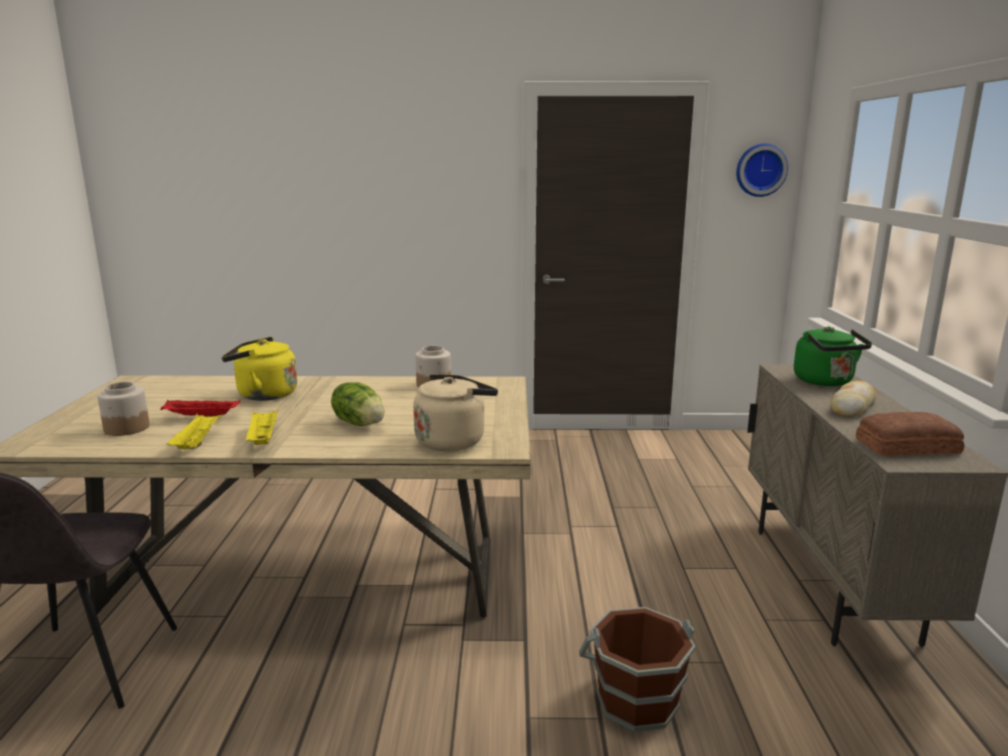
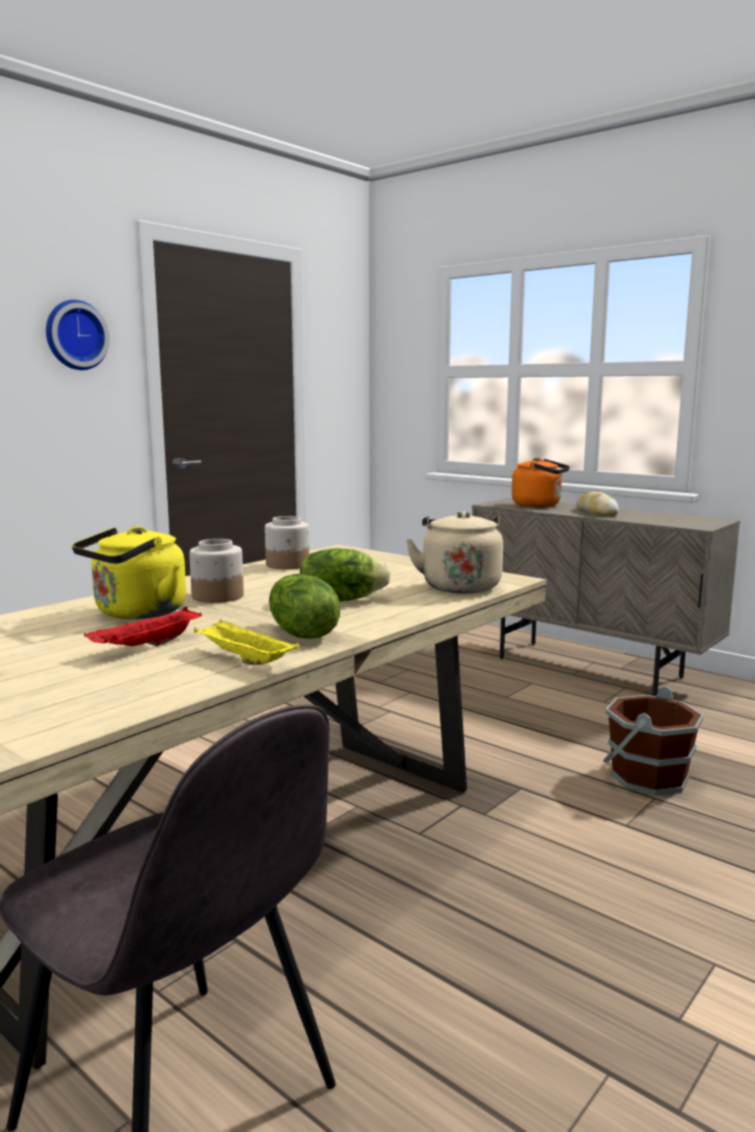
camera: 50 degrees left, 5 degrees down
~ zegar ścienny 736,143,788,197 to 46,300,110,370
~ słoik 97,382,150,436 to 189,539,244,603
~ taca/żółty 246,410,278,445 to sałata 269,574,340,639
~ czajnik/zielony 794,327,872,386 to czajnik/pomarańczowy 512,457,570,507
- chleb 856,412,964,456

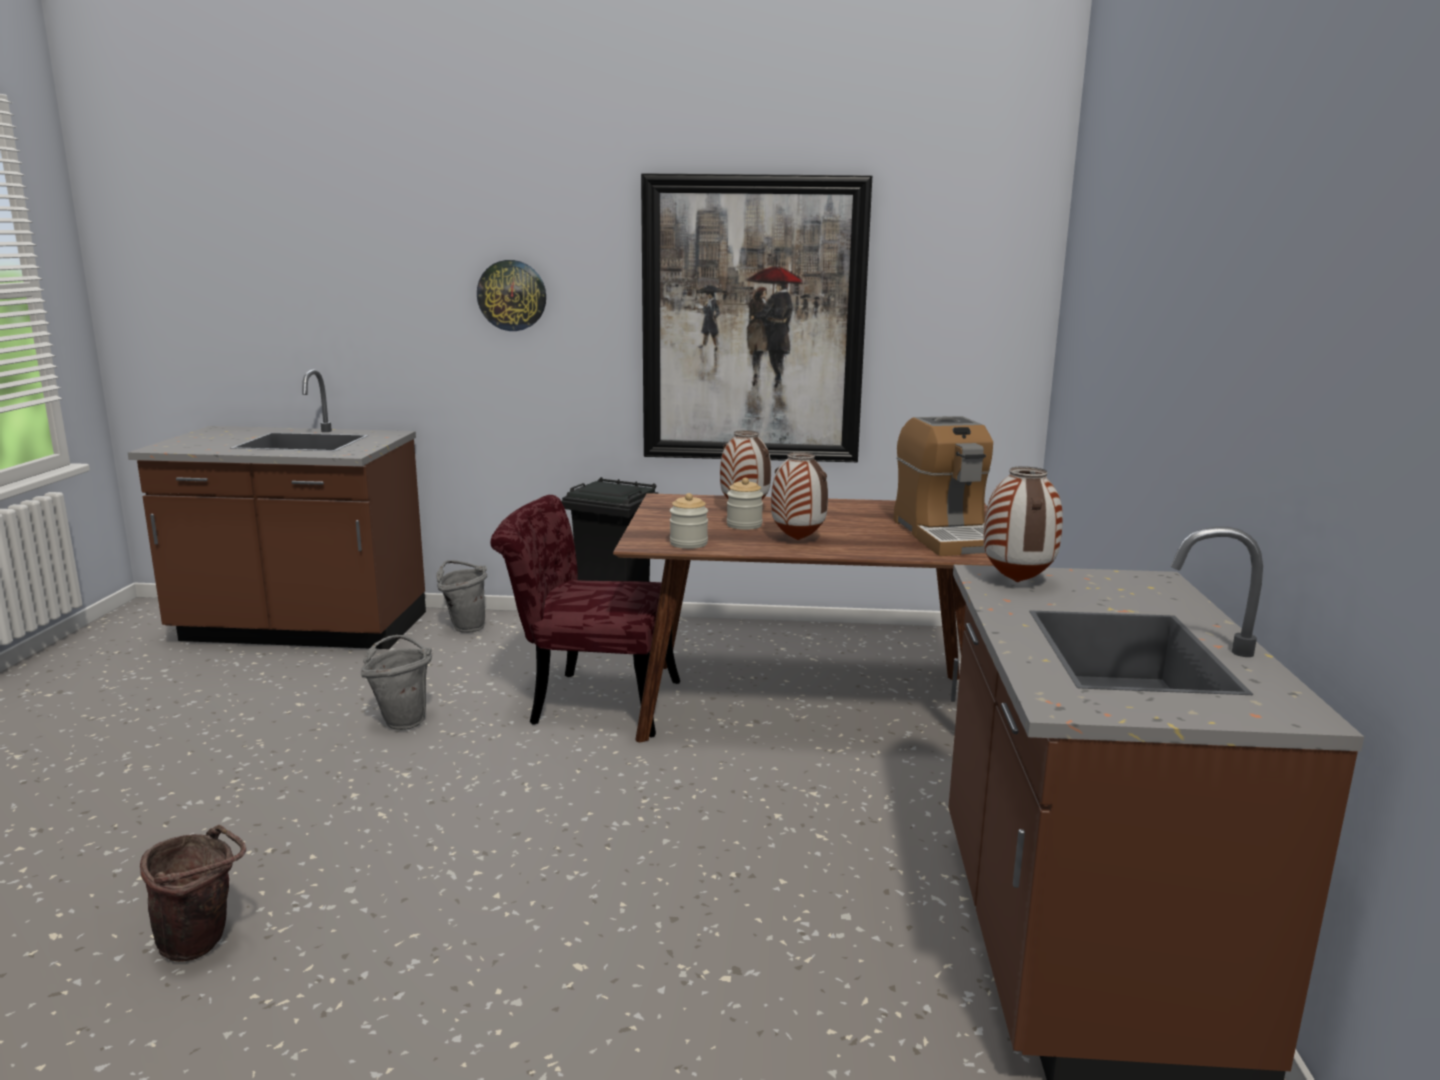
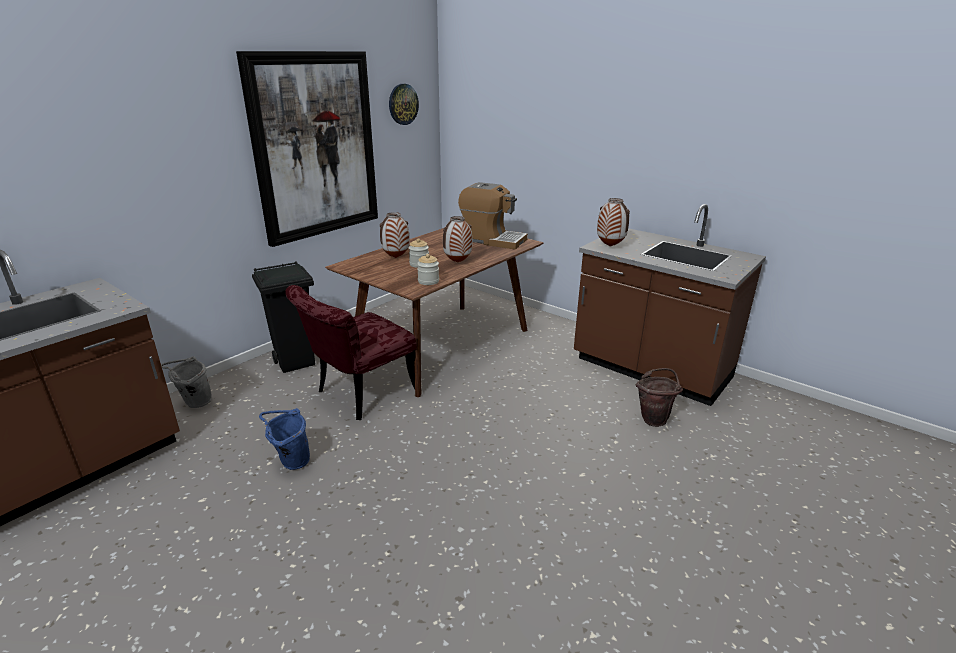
camera: 55 degrees left, 10 degrees up
~ wiadro/szary 361,635,432,730 to wiadro/niebieski 259,408,310,470
~ zegar ścienny 477,260,546,331 to 389,84,419,125
~ wiadro/brązowy 140,825,246,962 to 635,368,683,427

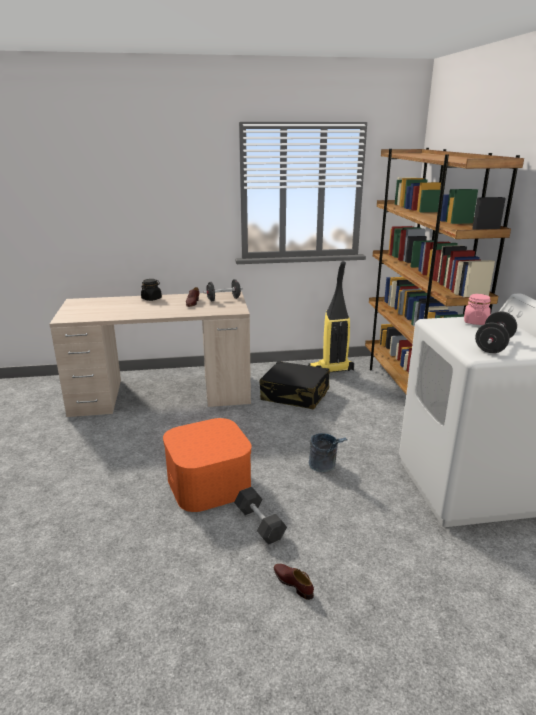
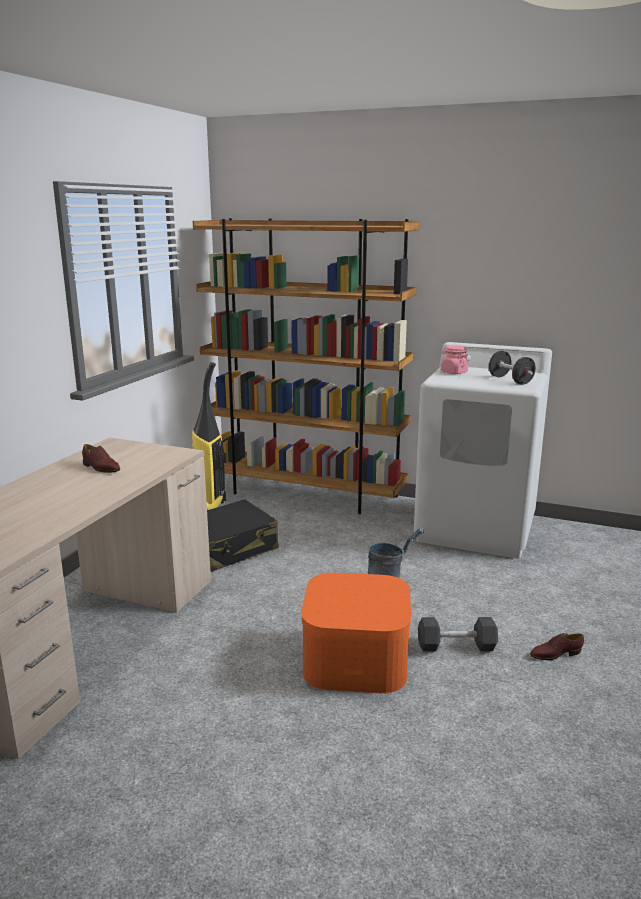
camera: 60 degrees left, 5 degrees down
- słoik/czarny 141,279,162,301
- hantel/czarny 203,279,243,301

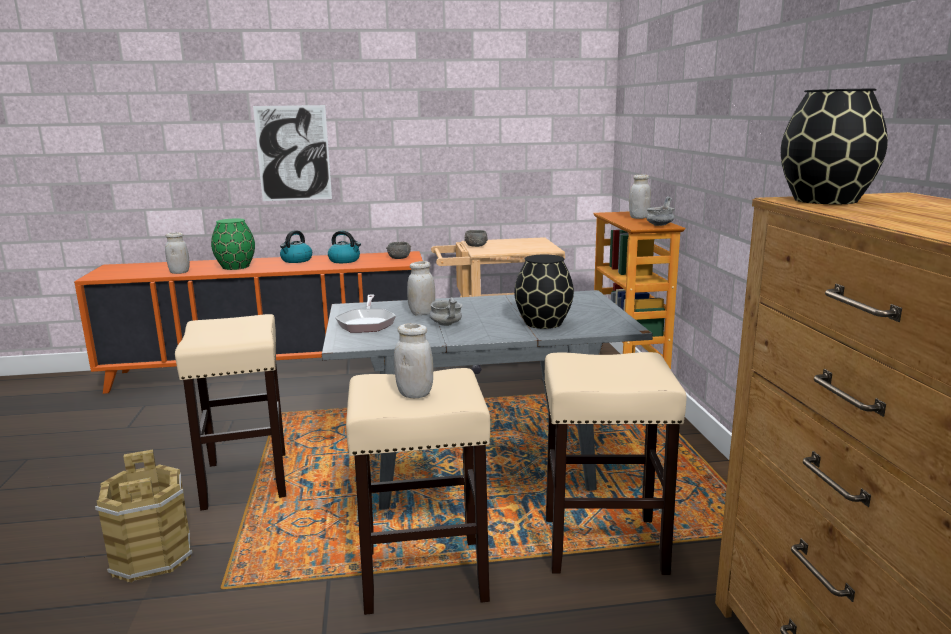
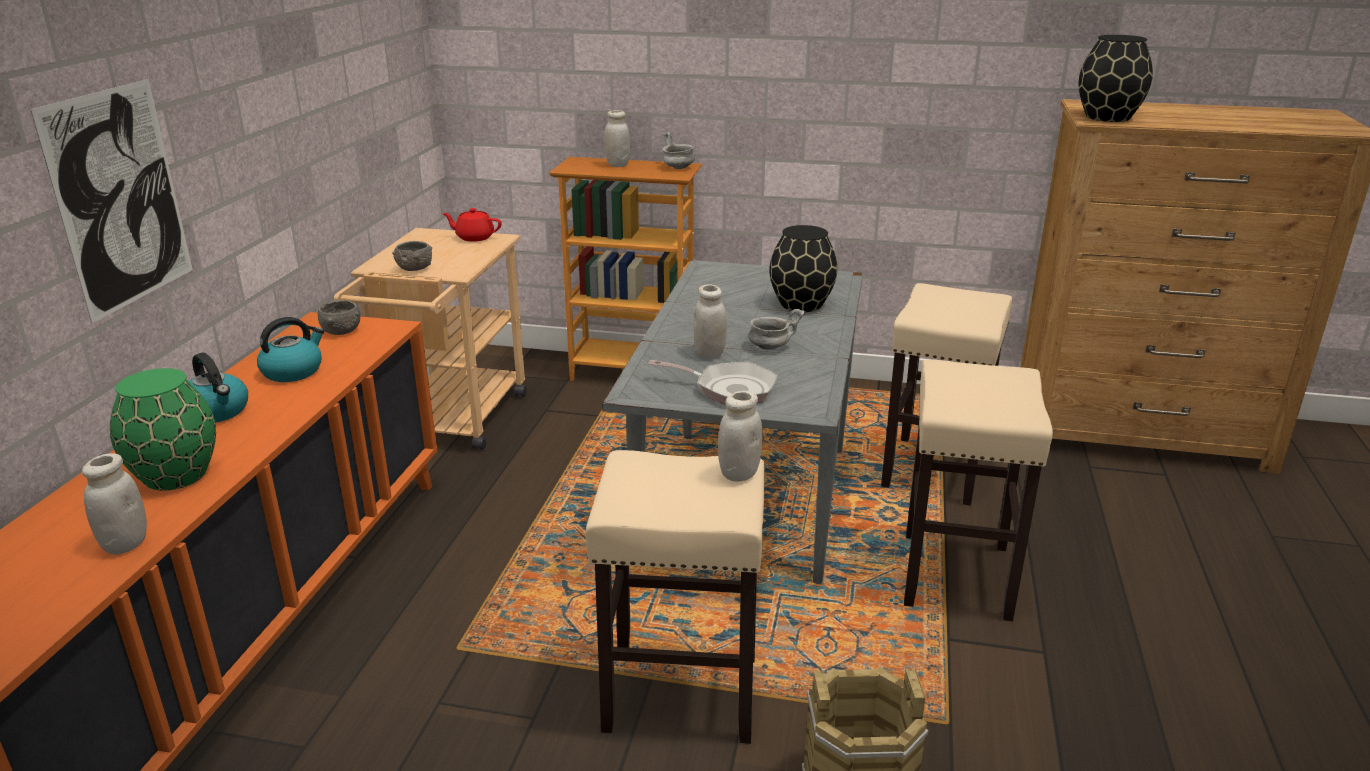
camera: 70 degrees left, 10 degrees up
+ imbryk/czerwony 442,208,502,242
~ słoik/biały 394,323,433,398 to 718,391,762,482

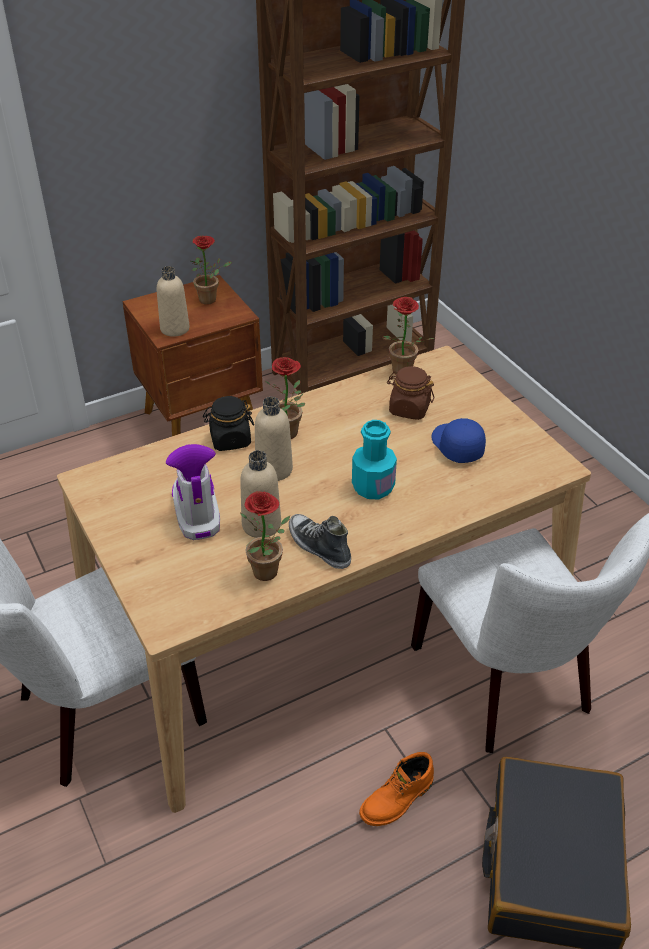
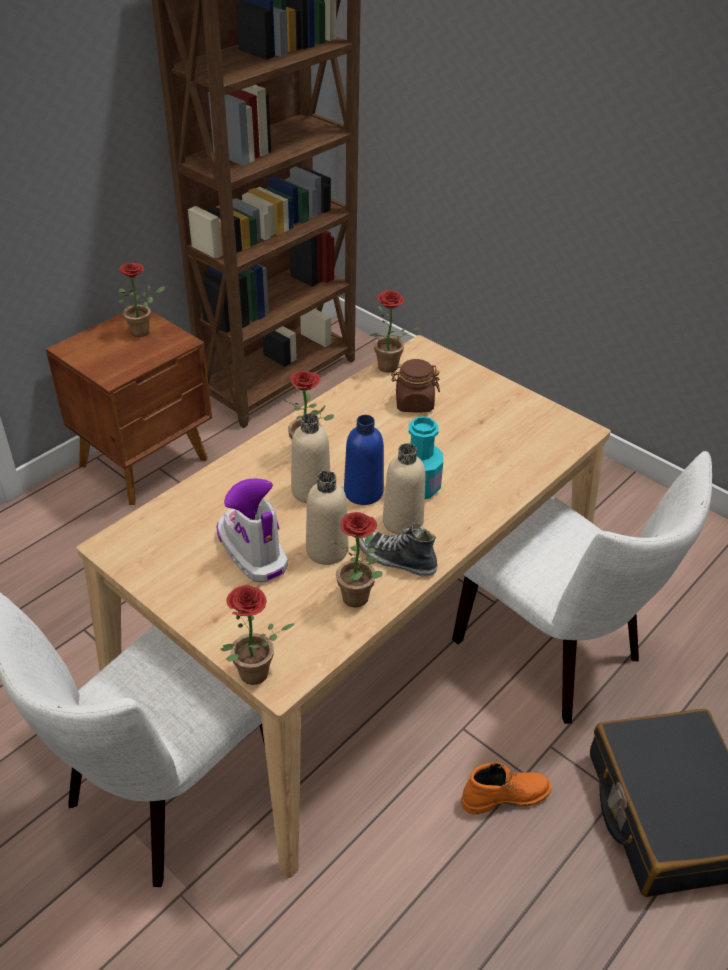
camera: 20 degrees left, 0 degrees up
+ roślina doniczkowa 221,585,295,685
+ butelka/niebieski 344,415,384,505
~ butelka/beżowy 157,266,190,337 to 383,443,426,535
~ but z cholewką/pomarańczowy 359,752,434,826 = 461,762,551,815 135 degrees counterclockwise
- słoik/czarny 203,396,254,451
- czapka z daszkiem/niebieski 431,418,486,463

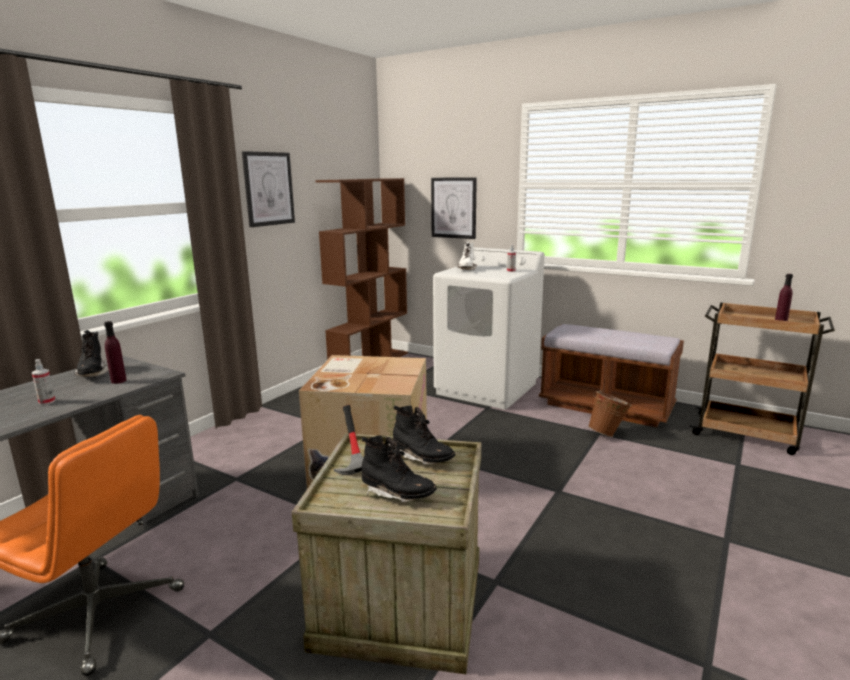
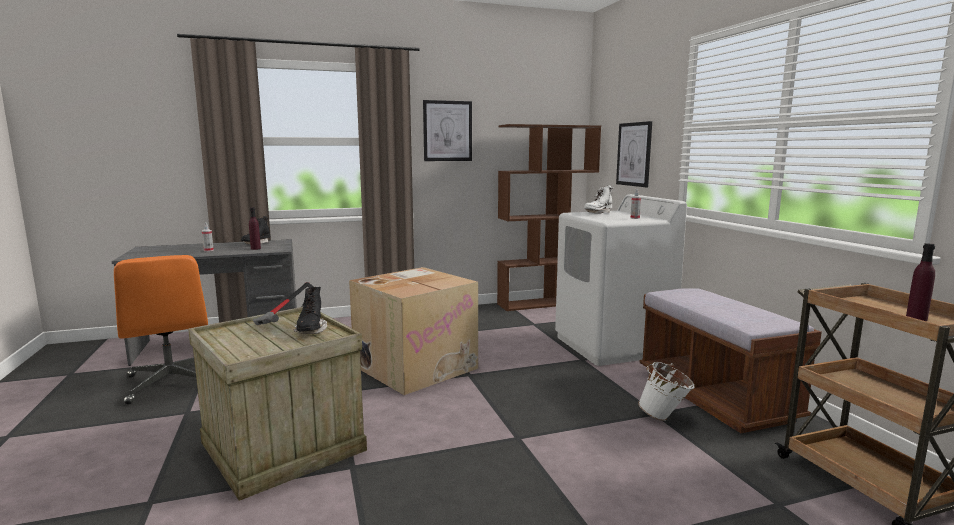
camera: 40 degrees right, 5 degrees down
~ wiadro/brązowy 588,390,632,437 to wiadro/biały 638,362,695,421
- but z cholewką/czarny 361,435,437,503

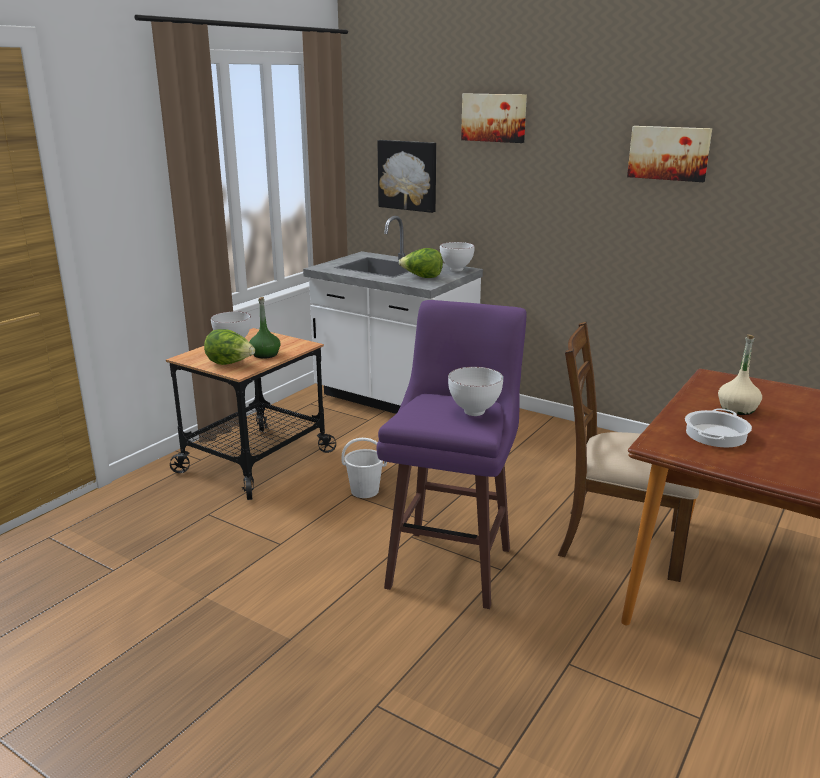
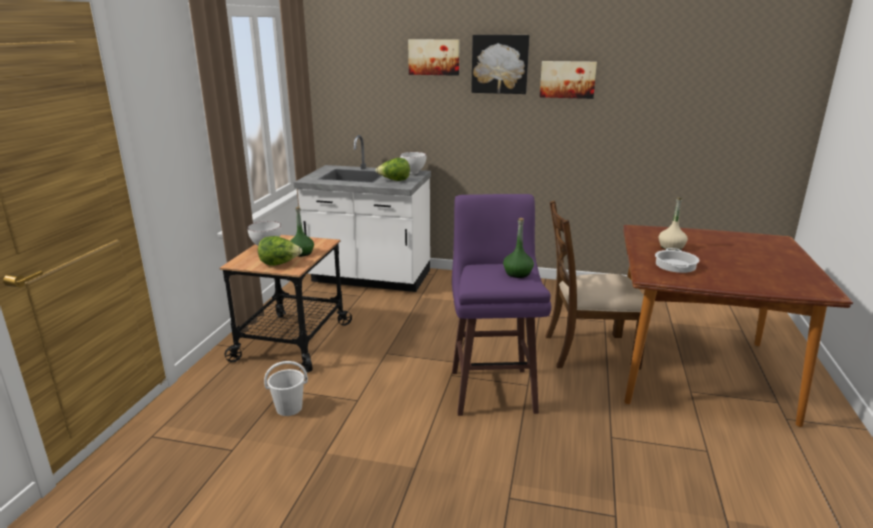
camera: 20 degrees left, 0 degrees up
~ wiadro/biały 341,438,387,498 to 264,361,308,416
~ obraz 377,140,436,213 to 471,35,529,94
~ miska/biały 448,367,503,416 to butelka/zielony 503,218,534,278

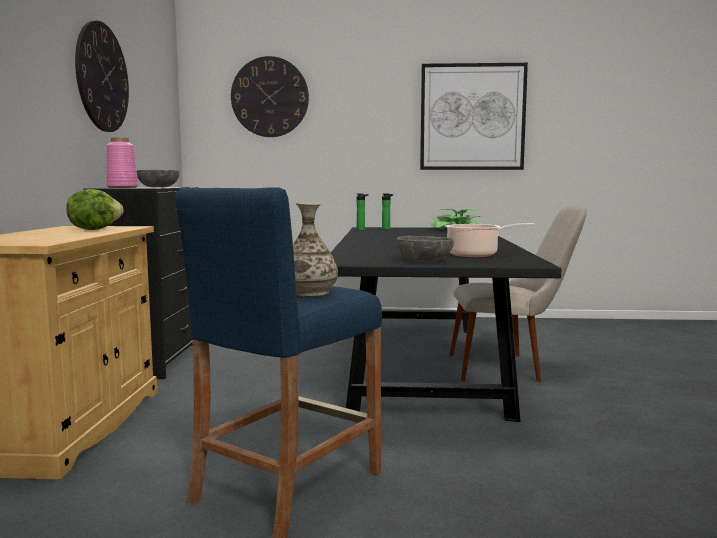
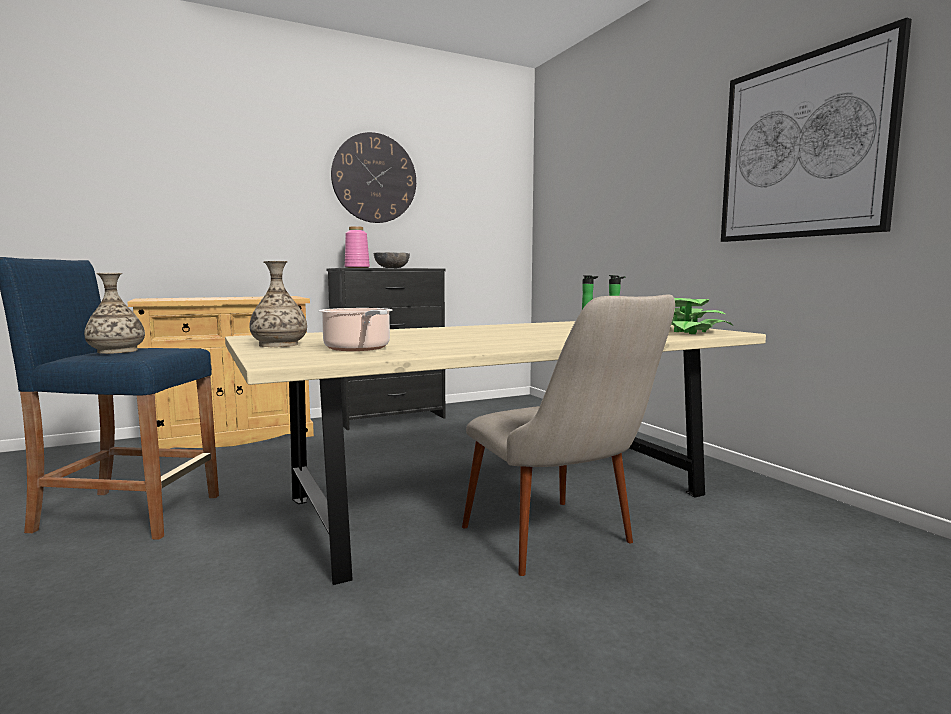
camera: 60 degrees right, 0 degrees up
~ stół jadalny/czarny 331,227,561,422 to stół jadalny/beżowy 225,321,766,585
~ miska/szary 397,236,454,262 to wazon 249,261,307,347
- sałata 66,189,124,230
- zegar ścienny 231,56,309,137

